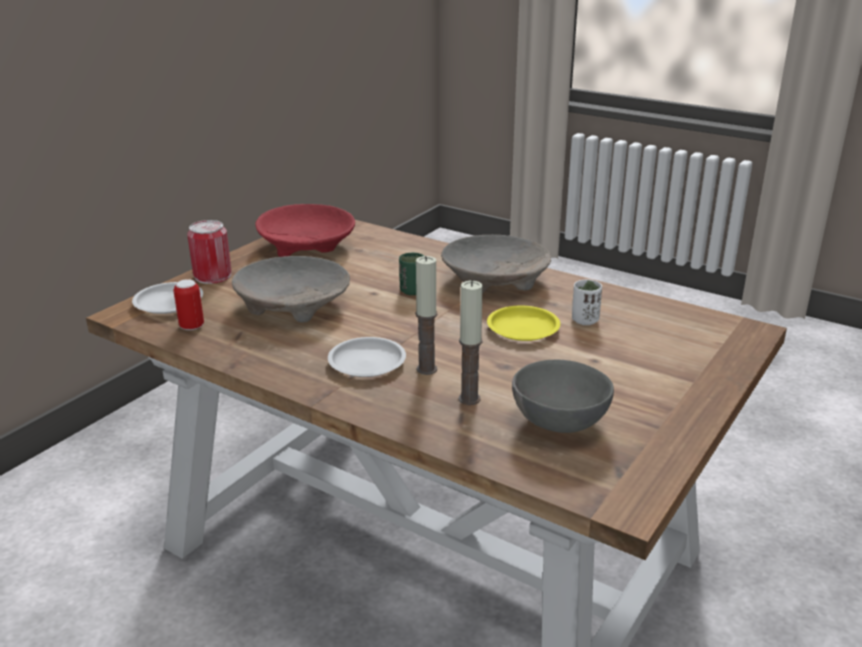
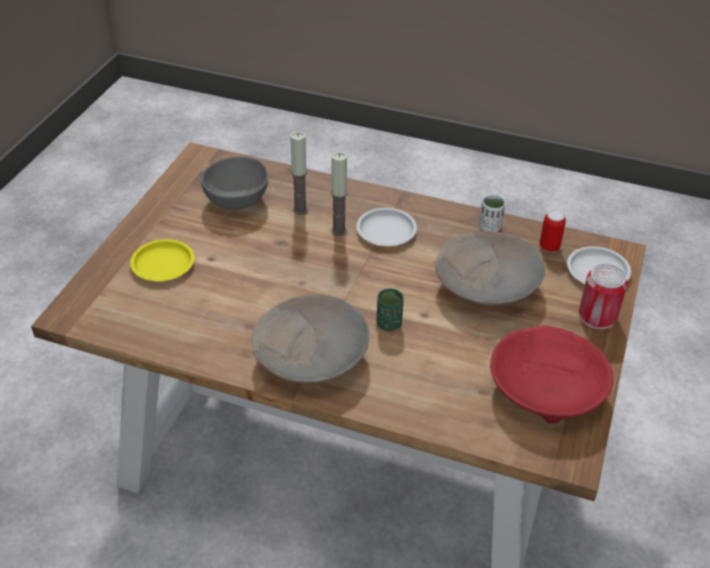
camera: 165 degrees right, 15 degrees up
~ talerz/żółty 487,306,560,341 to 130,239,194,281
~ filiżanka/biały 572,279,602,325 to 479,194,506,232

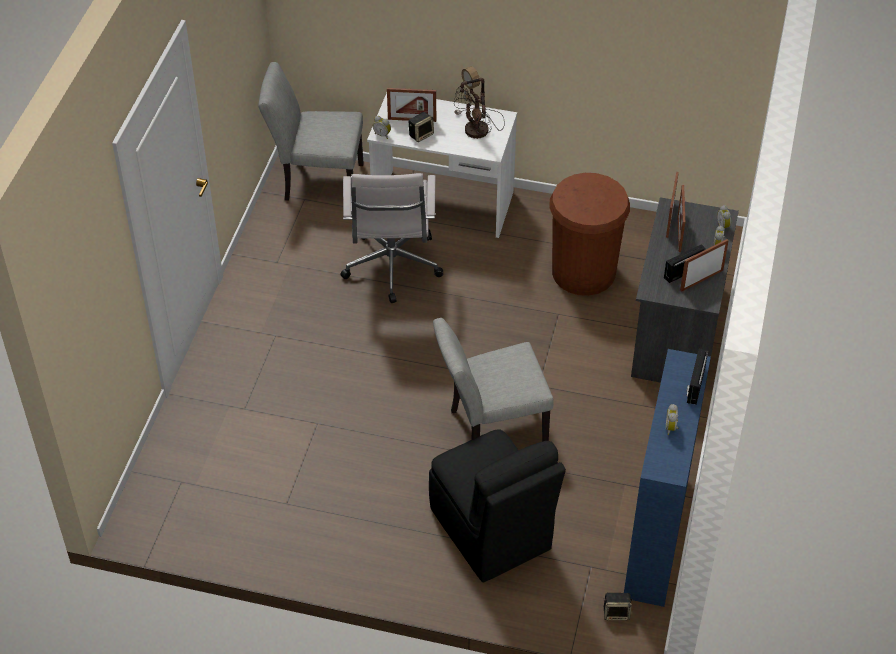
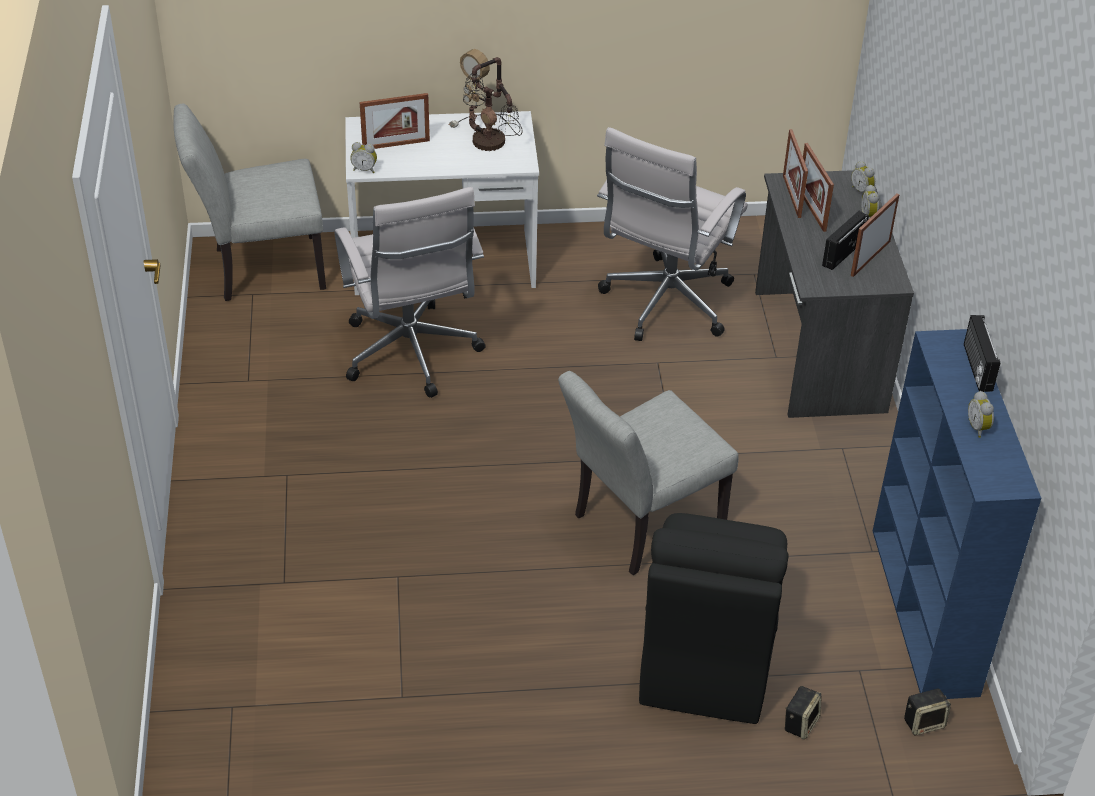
camera: 20 degrees left, 5 degrees down
~ kosz na śmieci/brązowy 549,173,630,296 to krzesło biurowe/biały 597,127,748,341
~ krzesło/czarny 429,429,566,582 = 639,513,789,724 60 degrees clockwise
~ głośnik 409,112,434,142 to 784,686,822,740

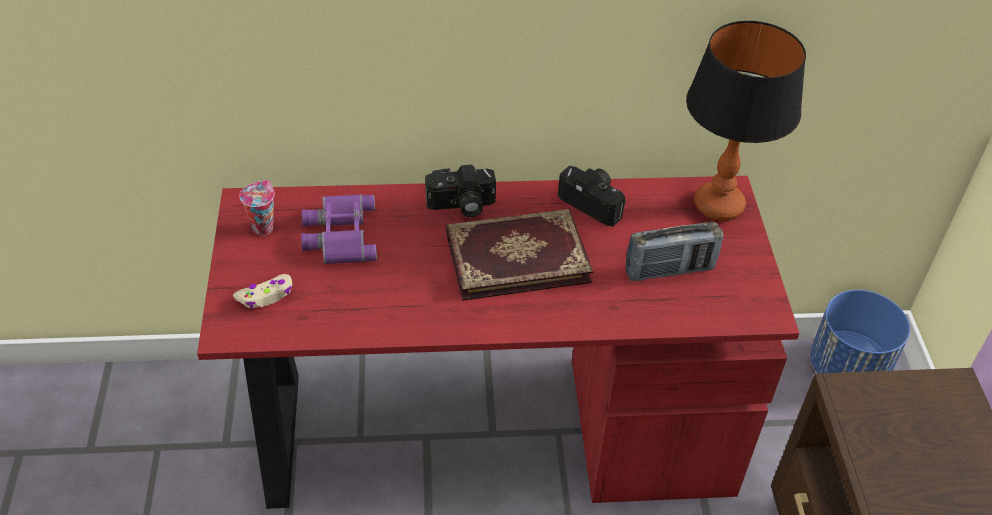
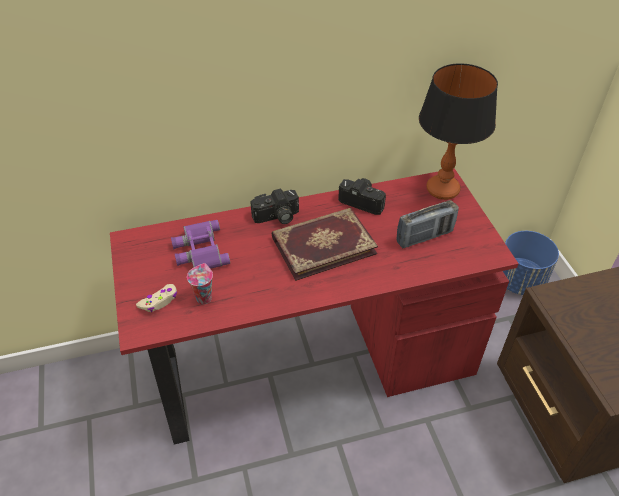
camera: 10 degrees left, 0 degrees up
~ filiżanka 239,180,275,236 to 187,263,213,304

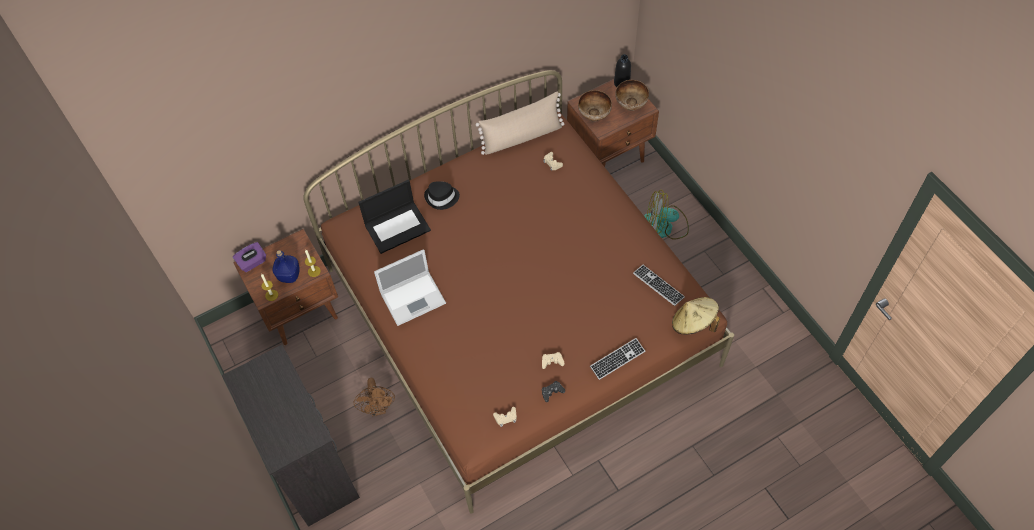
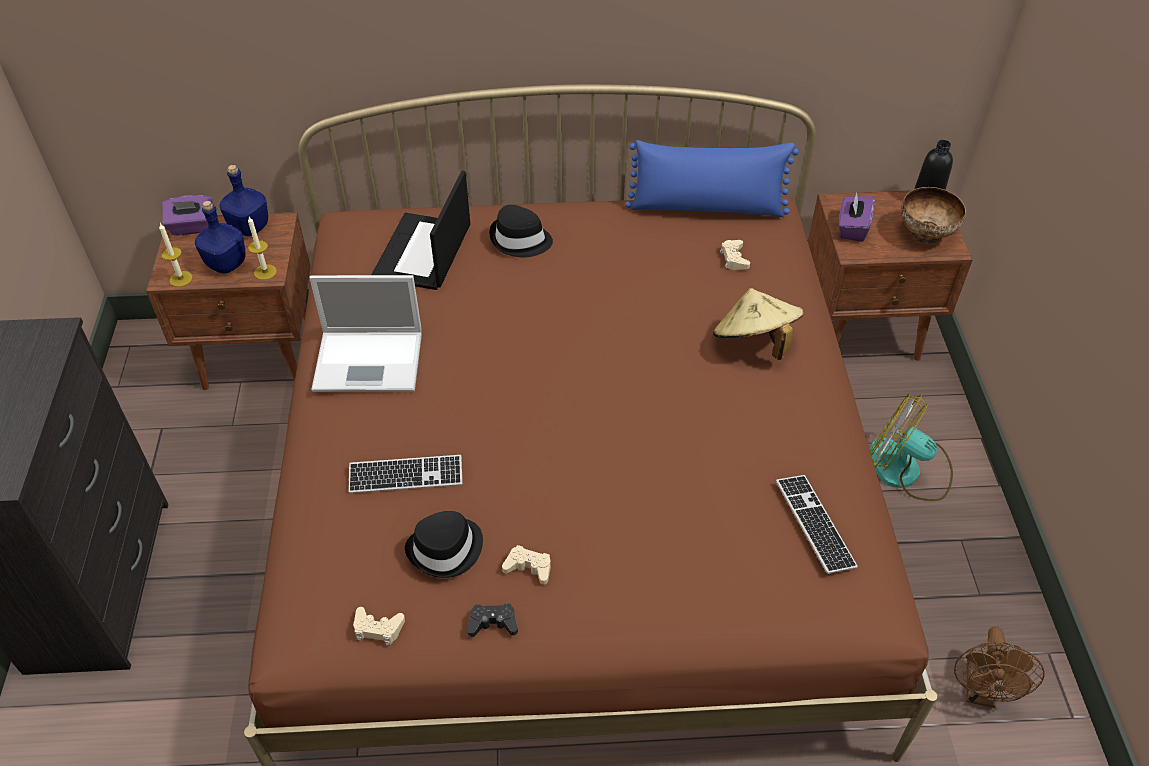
camera: 25 degrees right, 10 degrees down
+ butelka/niebieski 220,165,268,236
~ klawiatura 590,338,645,380 to 349,455,463,493
~ laptop 358,180,431,254 = 371,171,470,290 105 degrees clockwise
+ kapelusz/czarny 405,511,483,578
~ poduszka/beżowy 476,92,564,155 to poduszka/niebieski 625,140,799,217
~ kapelusz/beżowy 672,297,720,335 to 713,288,804,360
~ miska 578,90,612,122 to pudełko chusteczek/fioletowy 839,192,875,242
~ wentylator/brązowy 353,378,395,416 to 954,626,1045,708

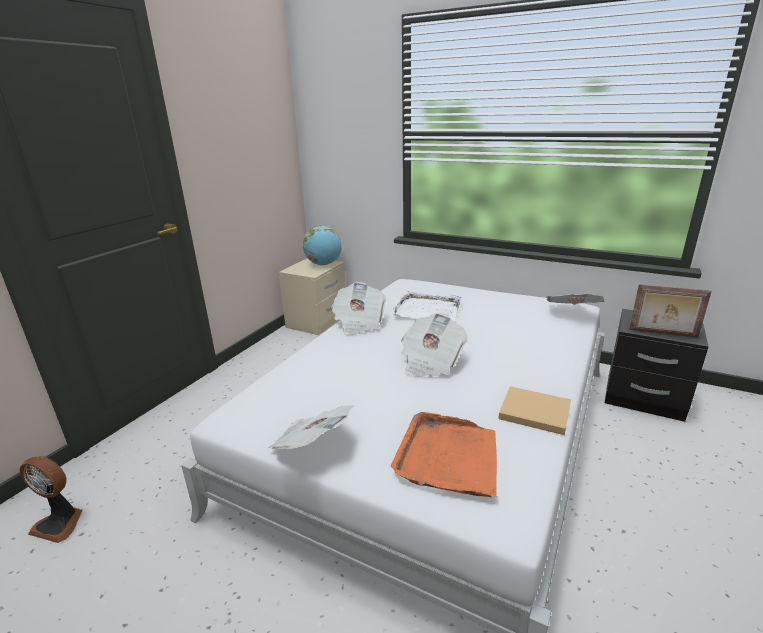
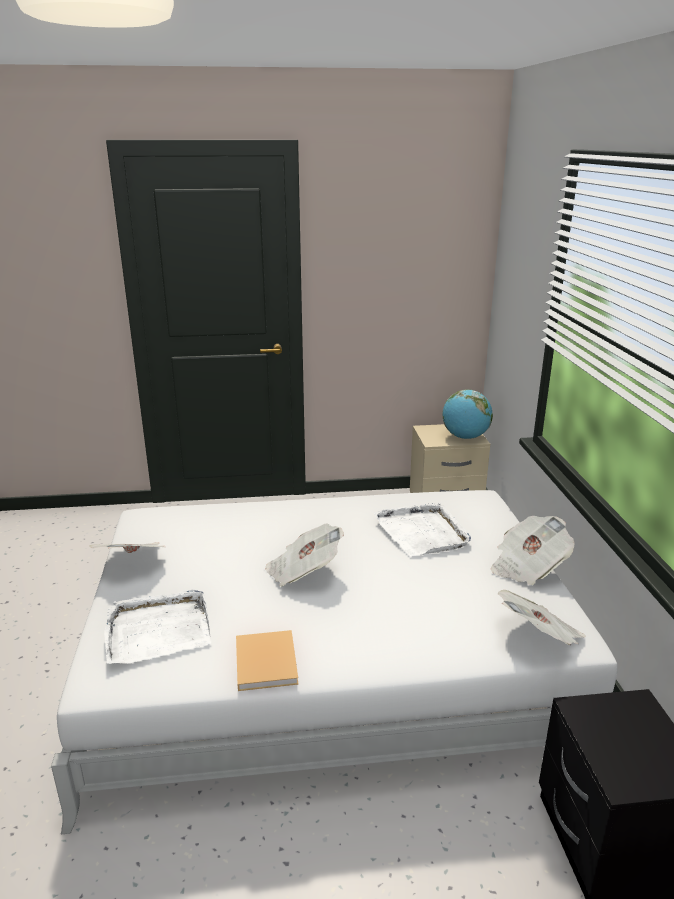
camera: 55 degrees right, 0 degrees up
~ taca/pomarańczowy 391,412,497,497 to taca/biały 104,590,211,664
~ gazeta 331,282,386,335 to 491,516,574,585
- wentylator 20,456,83,543
- ramka na zdjęcie 629,284,712,338

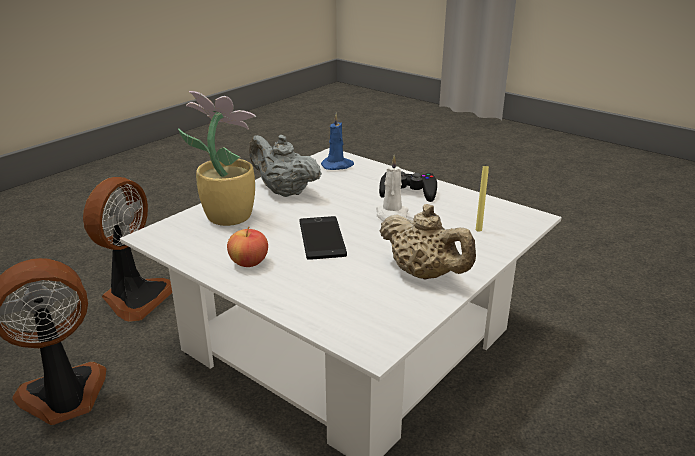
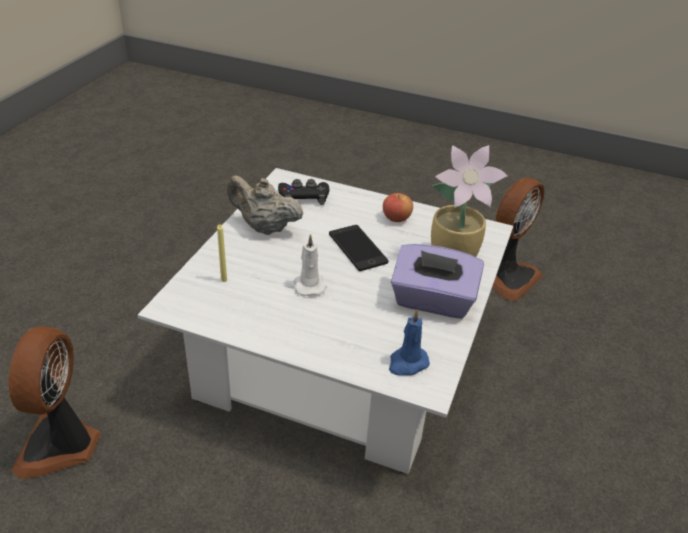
camera: 160 degrees right, 10 degrees up
~ wentylator 83,177,172,322 to 8,326,101,479
~ pad do gier/czarny 379,172,437,202 to 278,179,329,205
~ imbryk/szary 249,135,322,197 to pudełko chusteczek/fioletowy 391,244,484,319

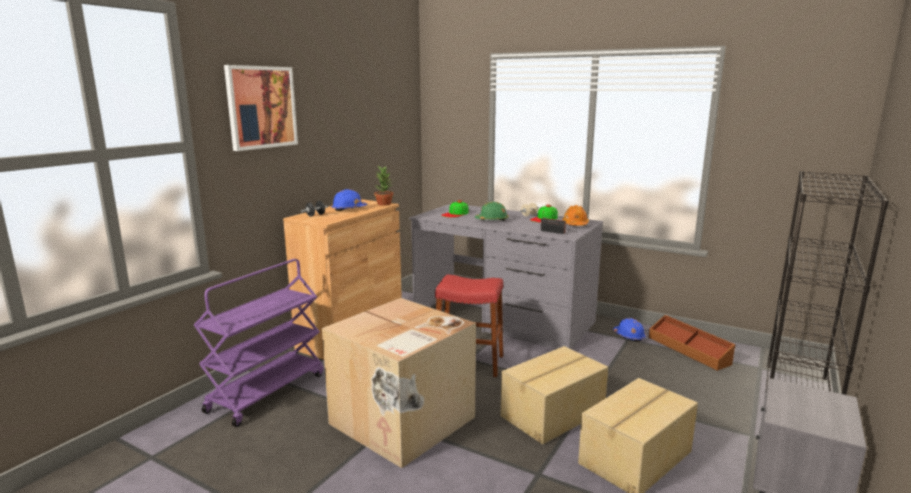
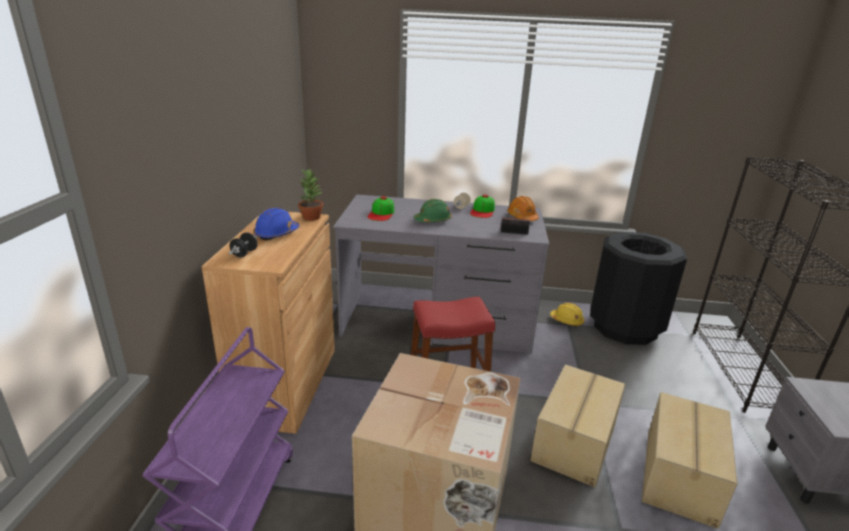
camera: 25 degrees left, 10 degrees up
~ kask/niebieski 613,318,646,342 to kask/żółty 550,303,585,326
~ pojemnik do przechowywania/brązowy 649,315,735,371 to kosz na śmieci/czarny 590,232,687,345
- obraz 224,65,298,151

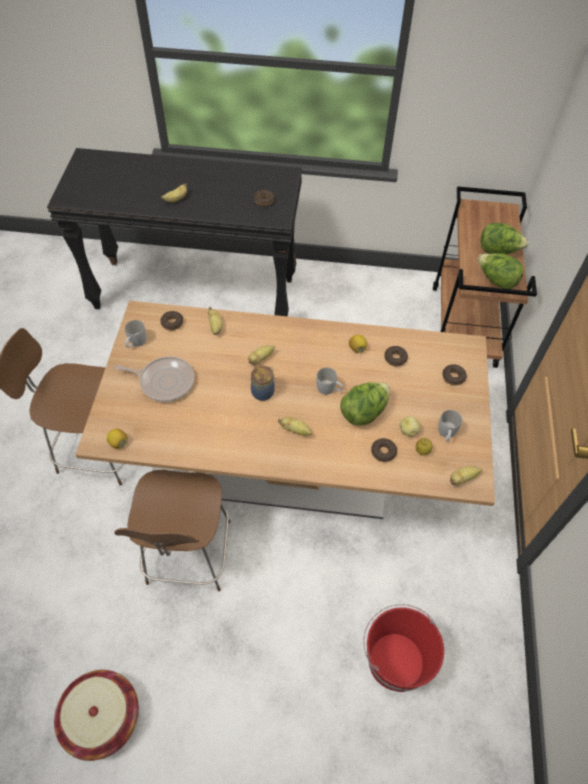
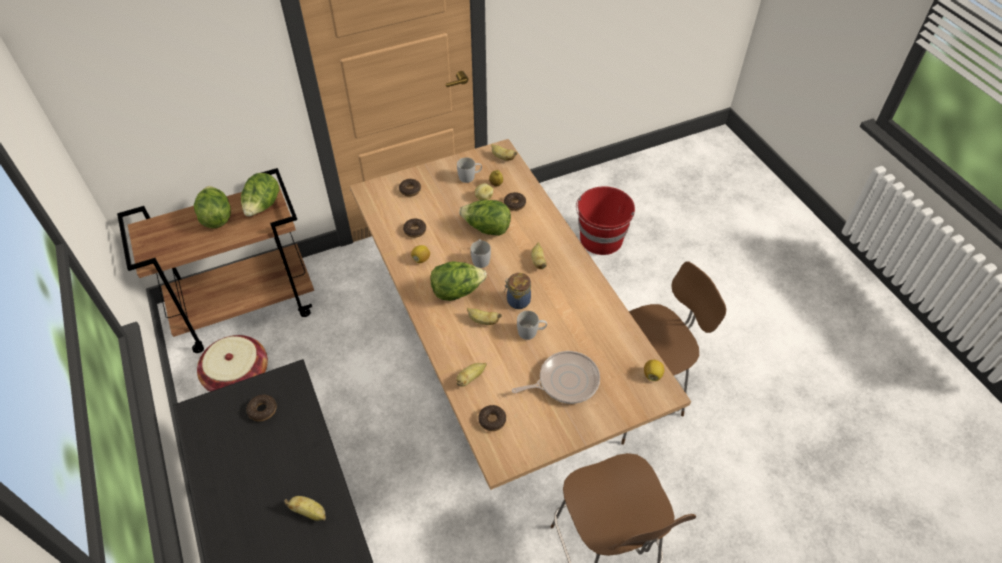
camera: 120 degrees left, 5 degrees down
~ koszyk 54,670,139,761 to 197,335,268,392
+ sałata 430,261,487,301
~ patelnia 114,356,194,402 = 512,351,600,404 90 degrees clockwise
~ kubek/biały 125,320,146,348 to 517,311,547,340

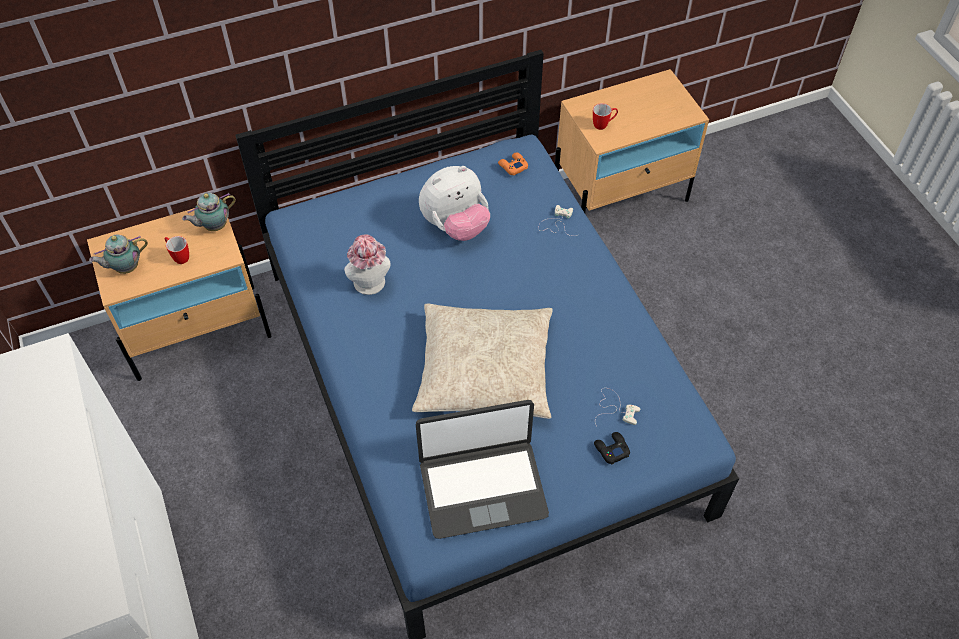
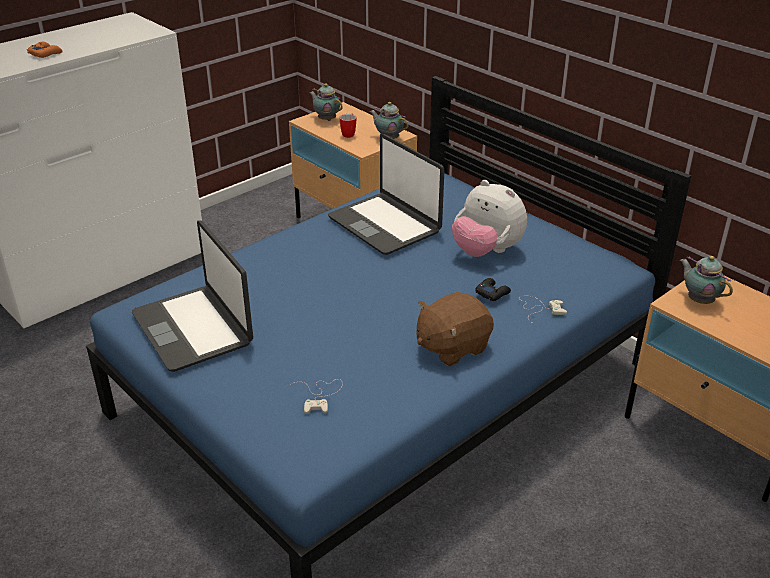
camera: 70 degrees right, 20 degrees down
~ pad do gier/pomarańczowy 498,152,528,175 to 27,42,63,58
~ kapelusz 344,234,390,295 to laptop 328,134,444,255
+ pluszak/brązowy 417,292,494,366
~ pad do gier/czarny 594,432,630,465 to 475,278,511,301
~ kubek 593,103,618,130 to imbryk 680,256,733,304
- poduszka/beżowy 412,304,553,419

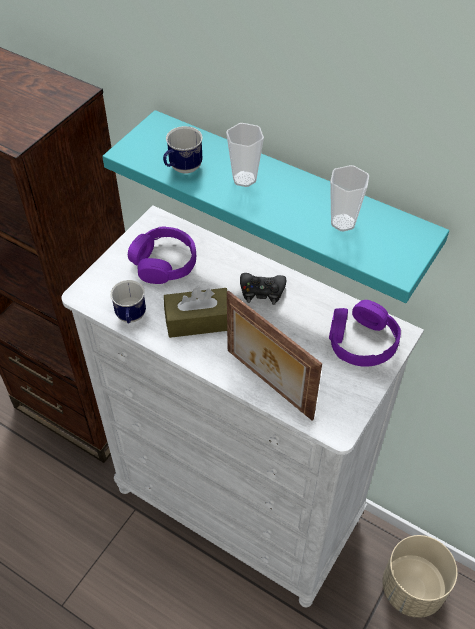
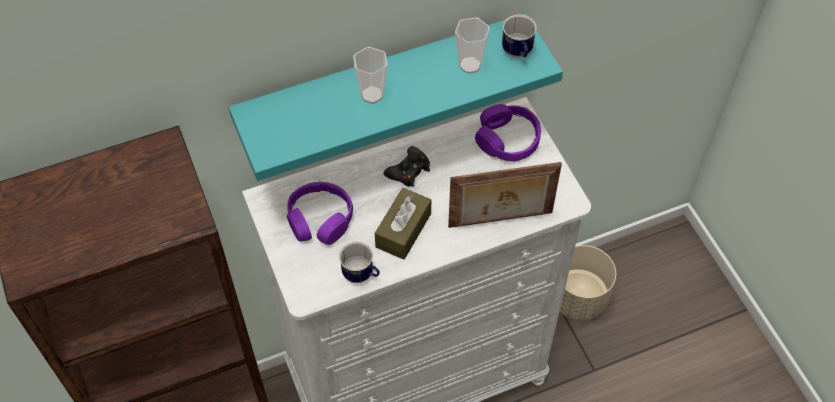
camera: 55 degrees left, 5 degrees up
~ kubek 163,126,203,174 to 502,14,537,58

